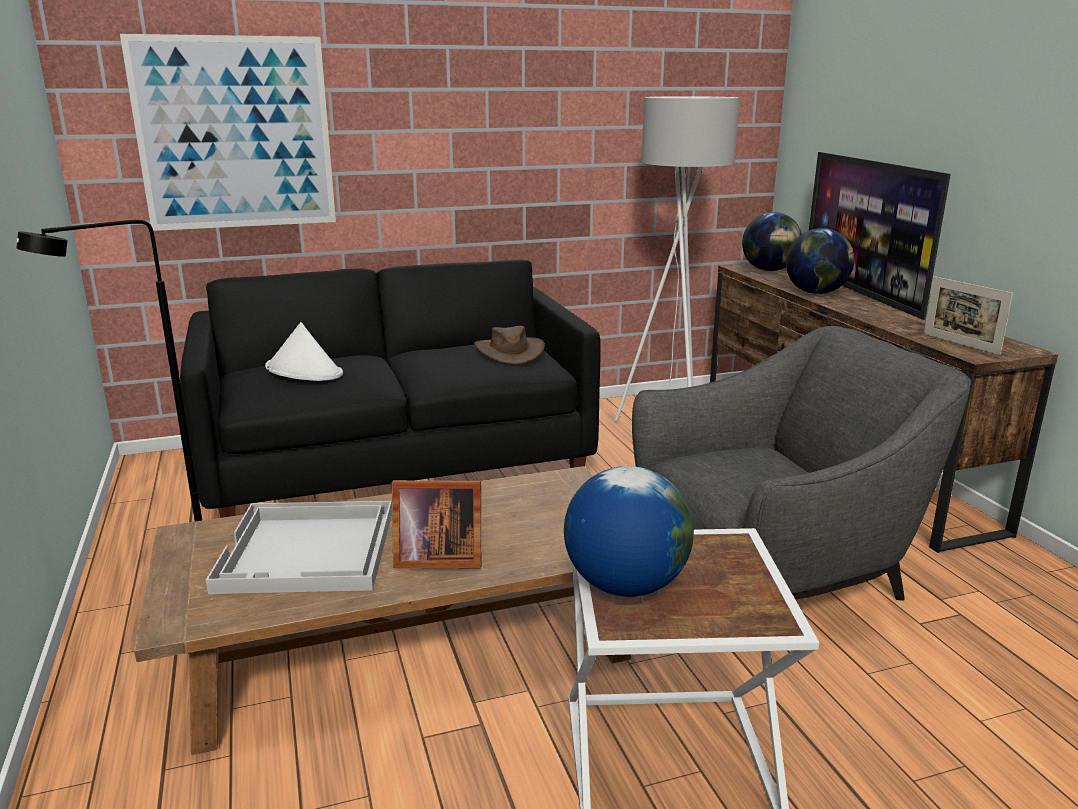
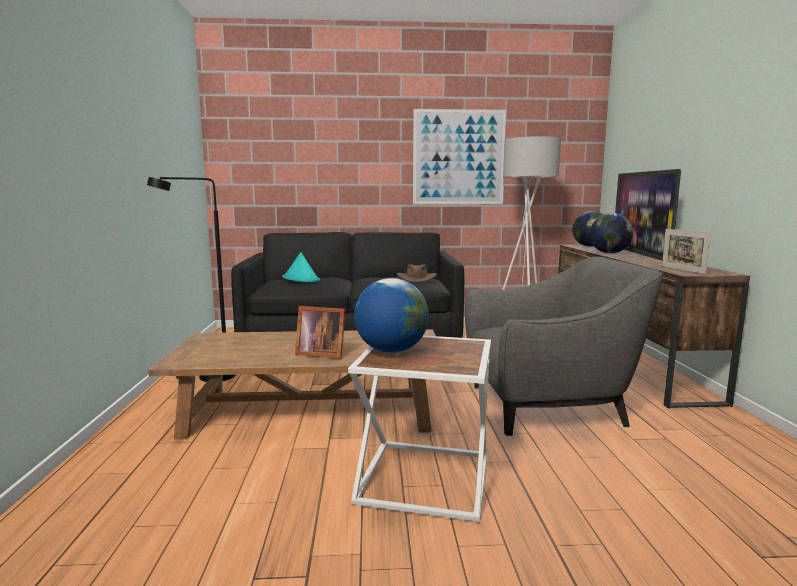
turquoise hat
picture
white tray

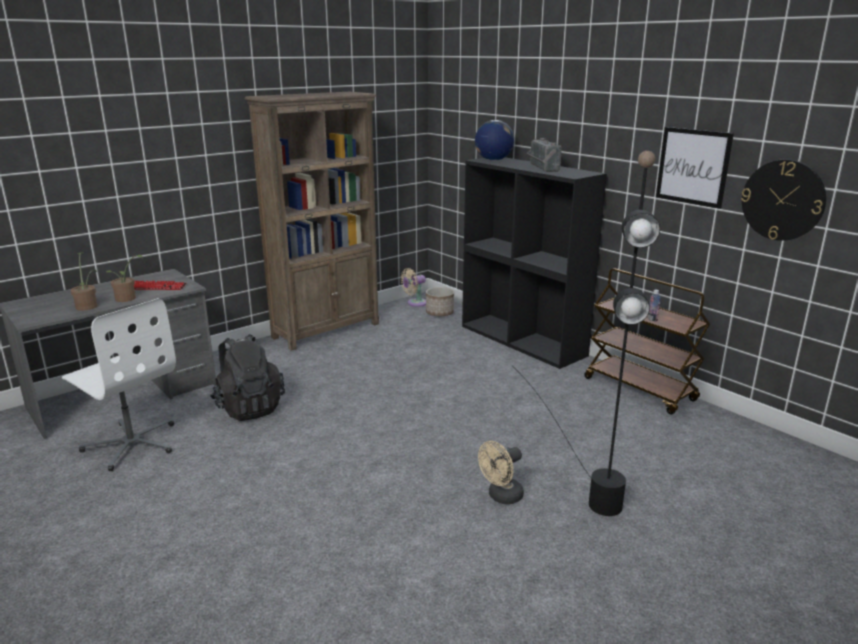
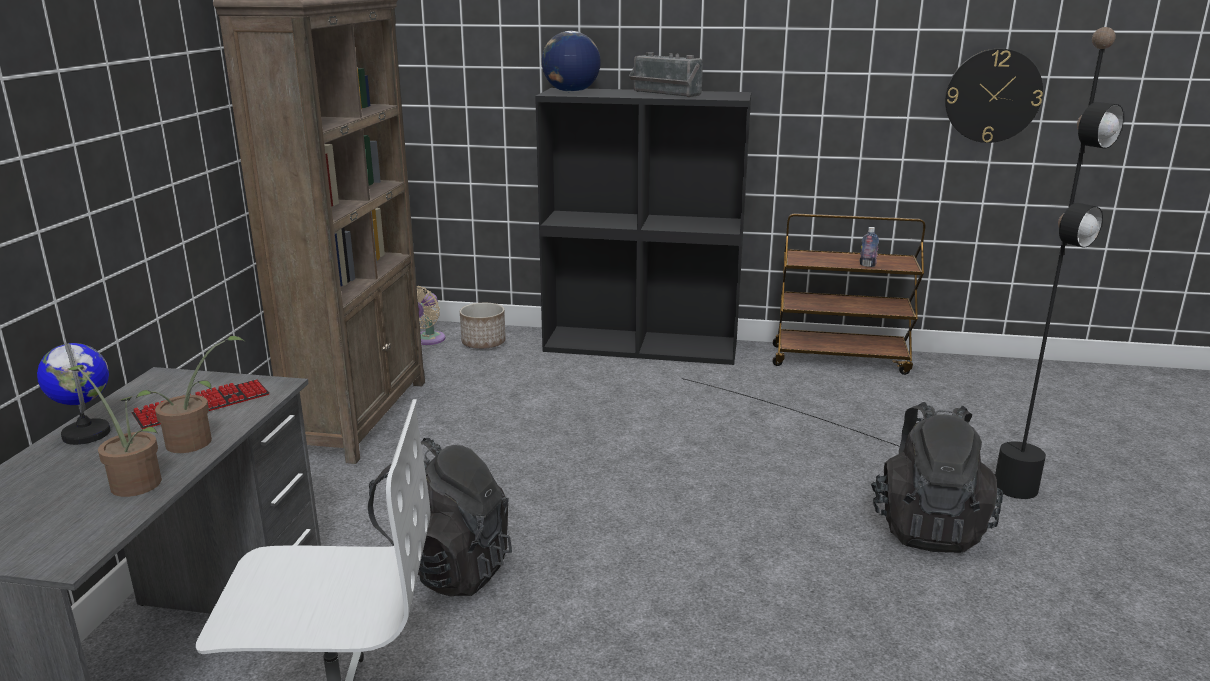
globe (1st from left)
black backpack (2nd from left)
picture

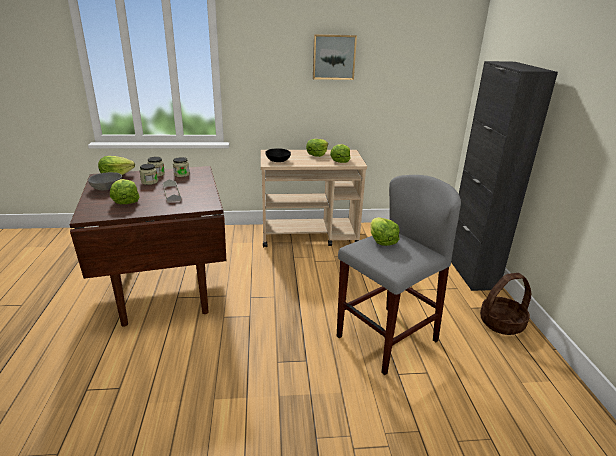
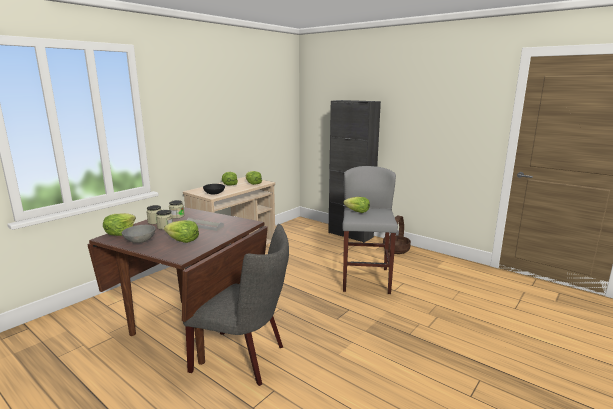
grey chair
picture

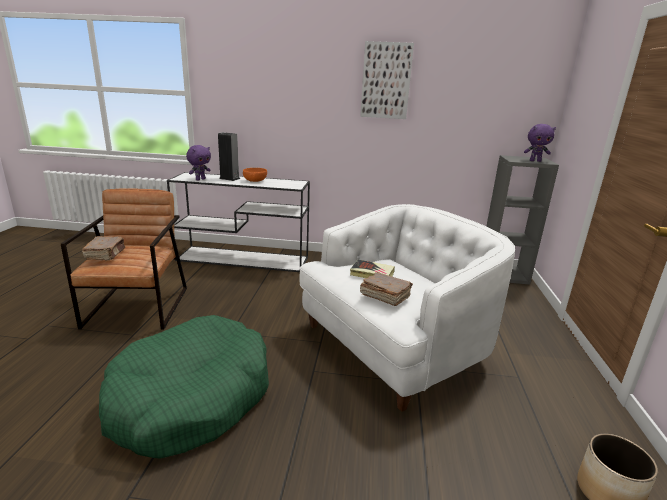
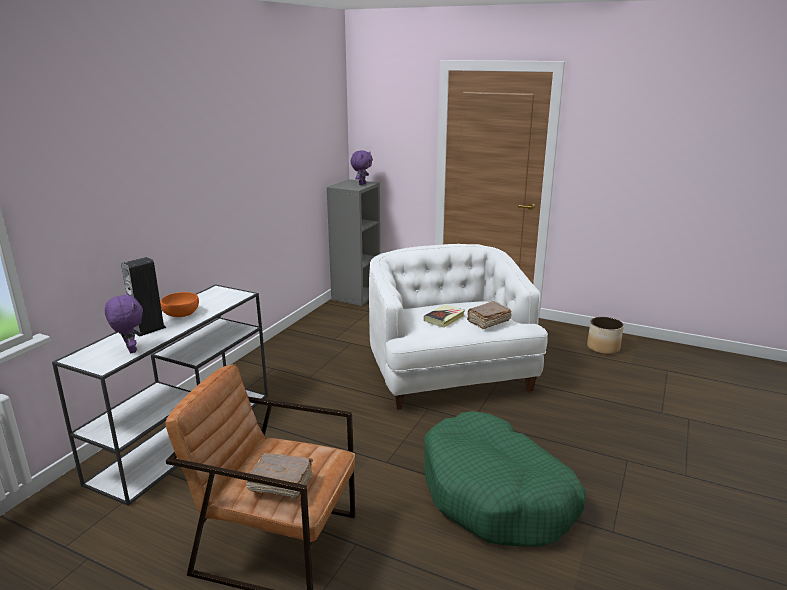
picture

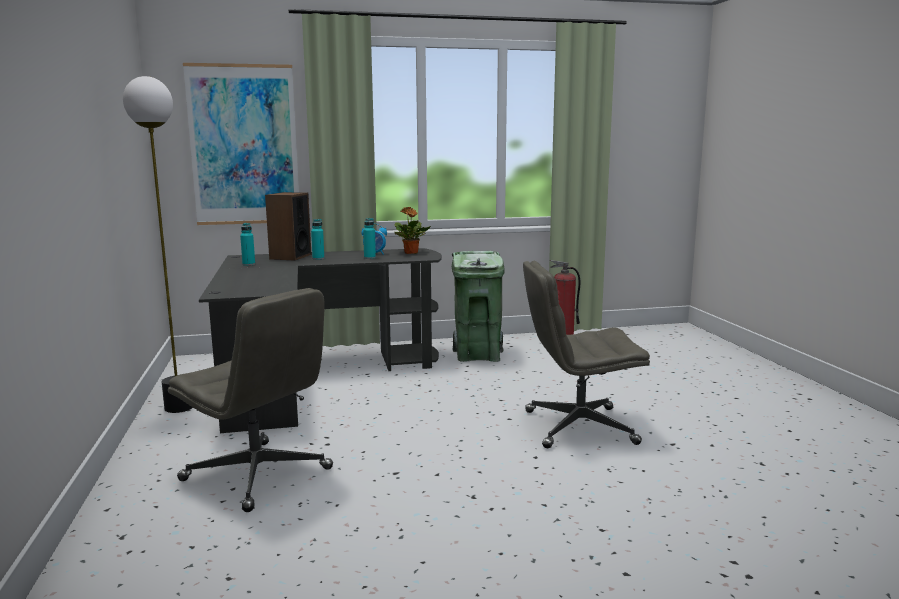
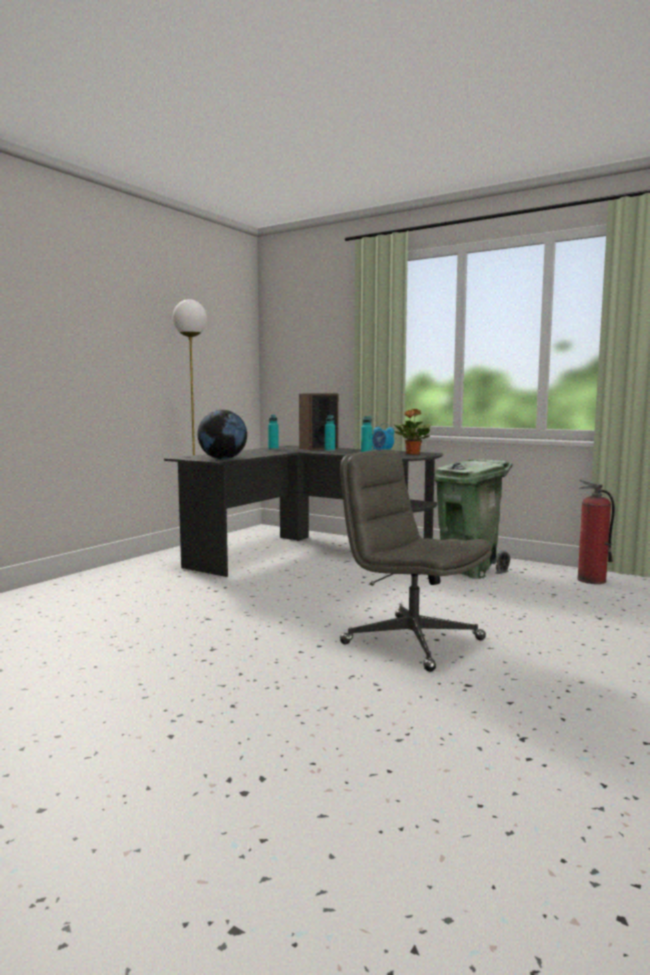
globe
grey office chair (1st from left in the first image)
picture

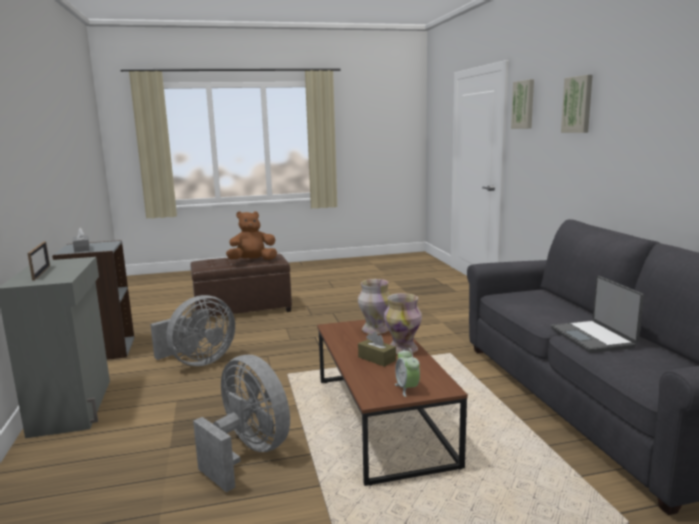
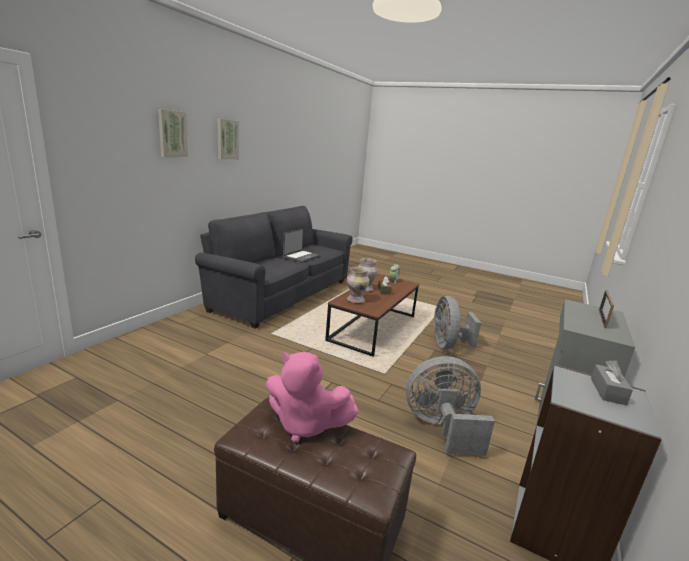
picture (2nd from left)
pink plush toy

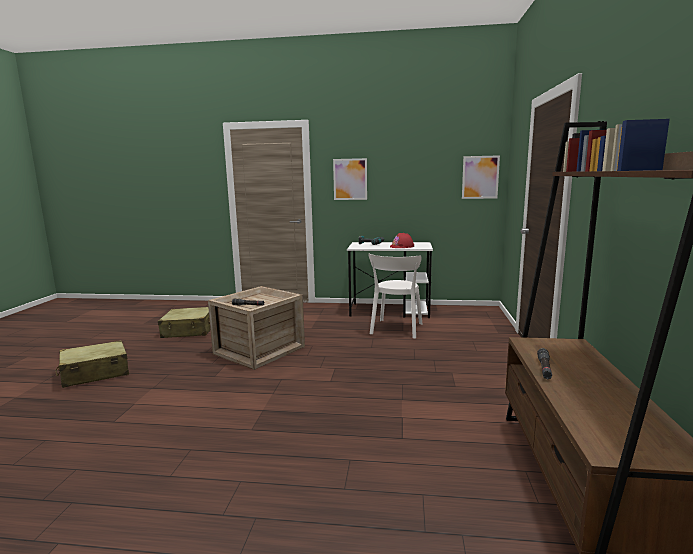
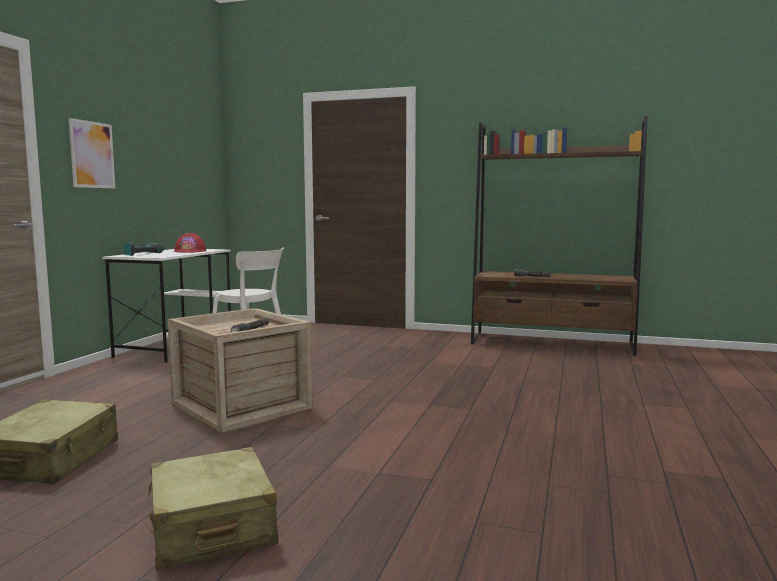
picture (2nd from left in the first image)

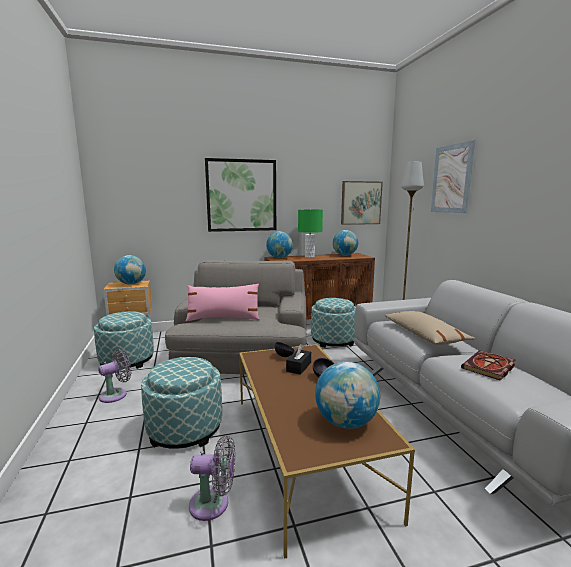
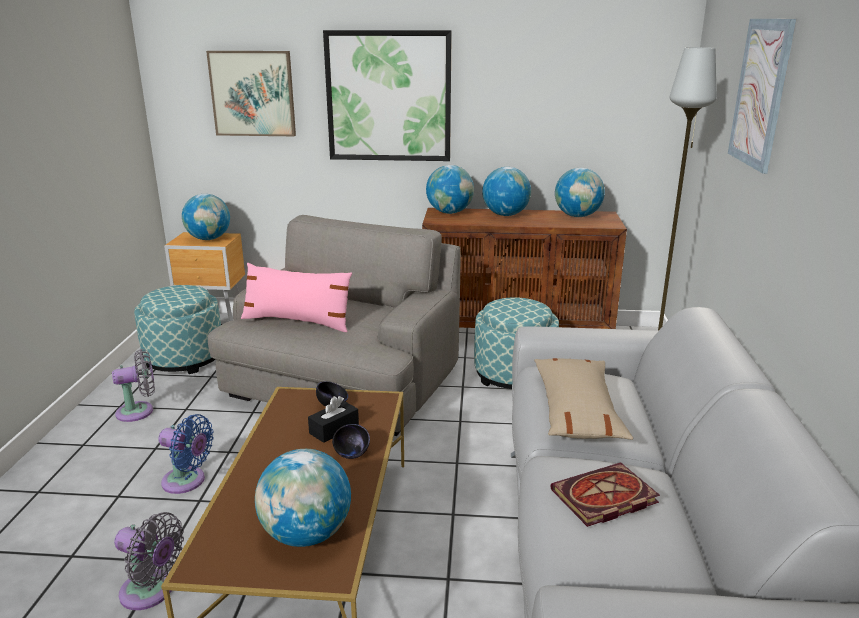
blue fan
picture (1st from left)
globe (4th from left)

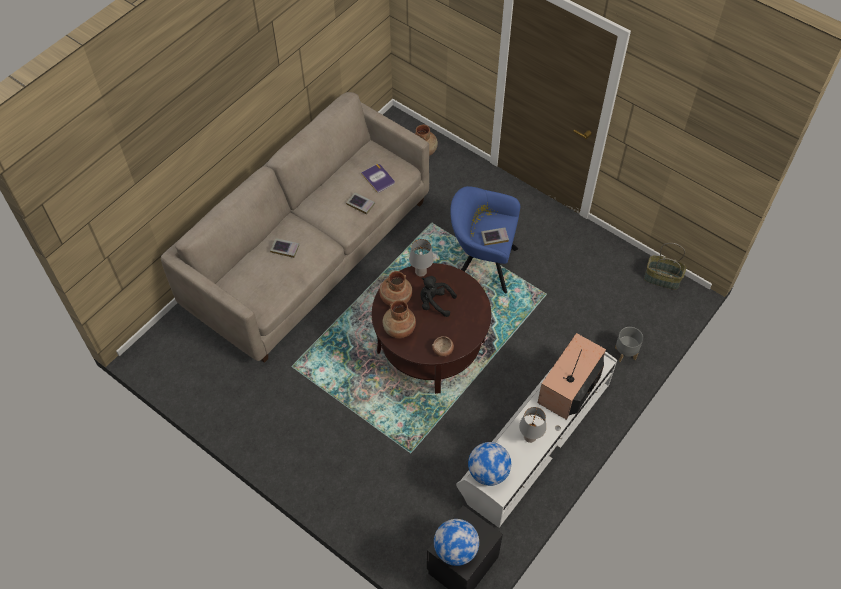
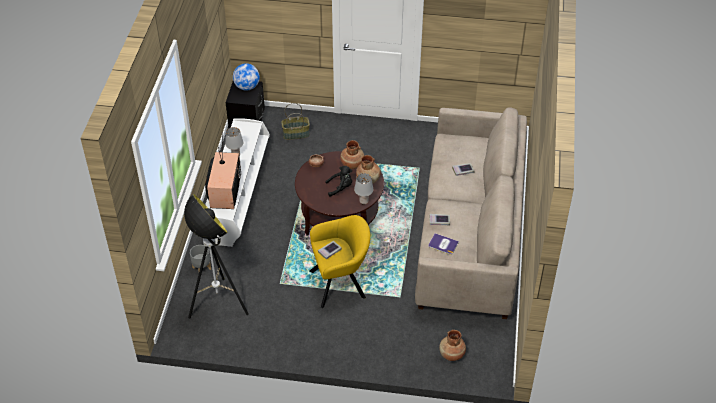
floor lamp
basket
yellow armchair
globe (2nd from left in the first image)

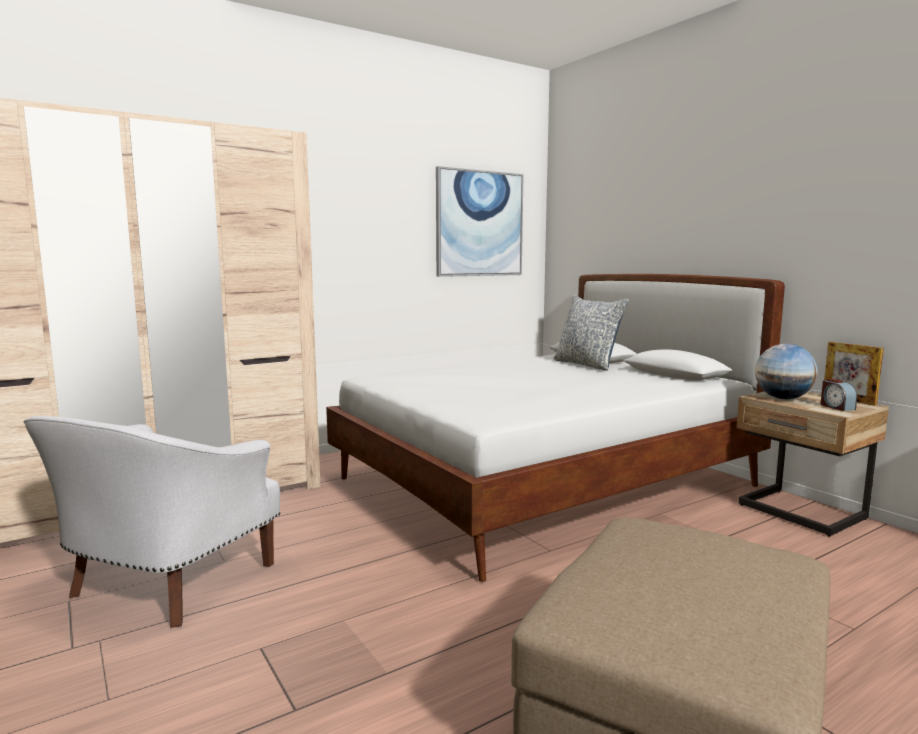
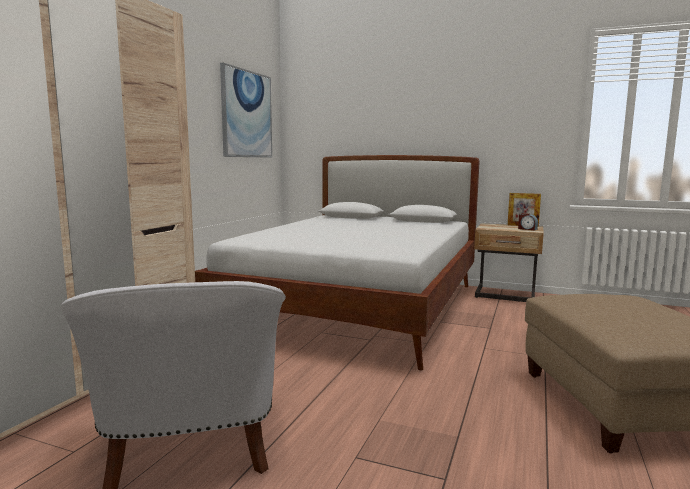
pillow
globe

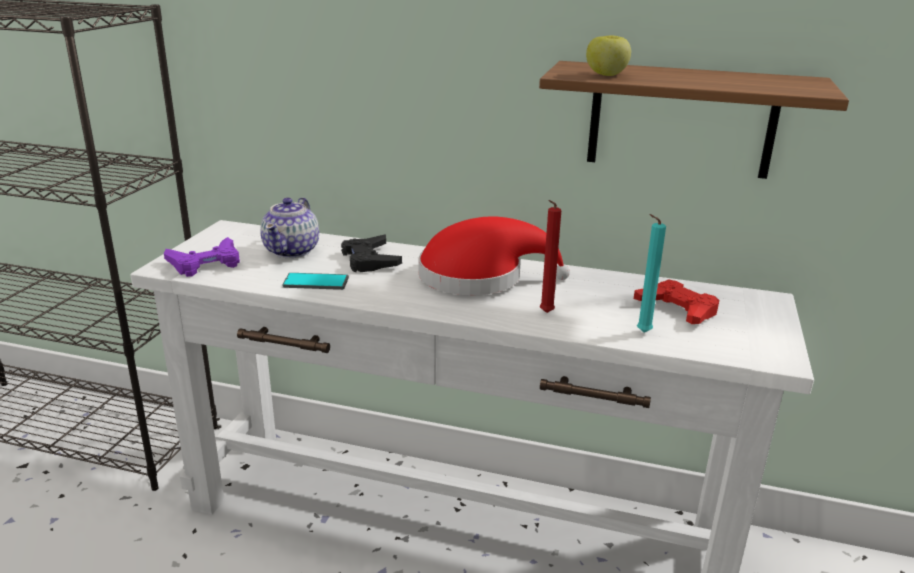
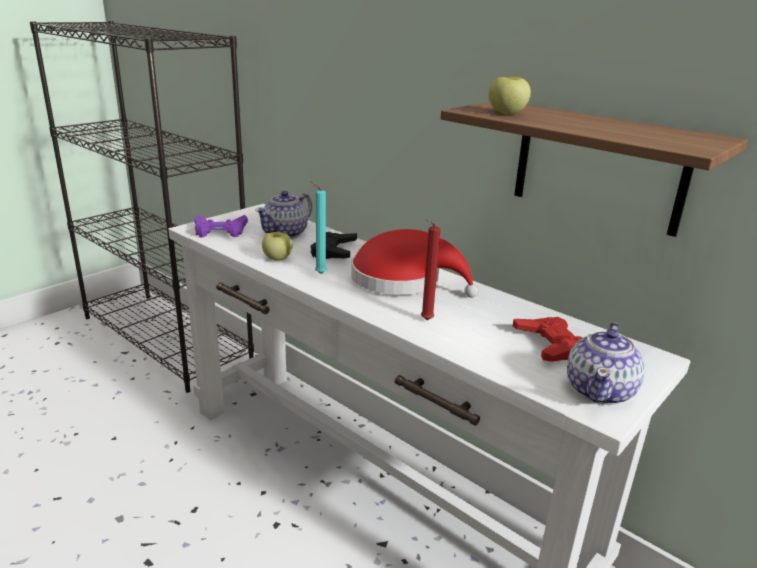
apple (1st from left)
turquoise candle
teapot (2nd from left)

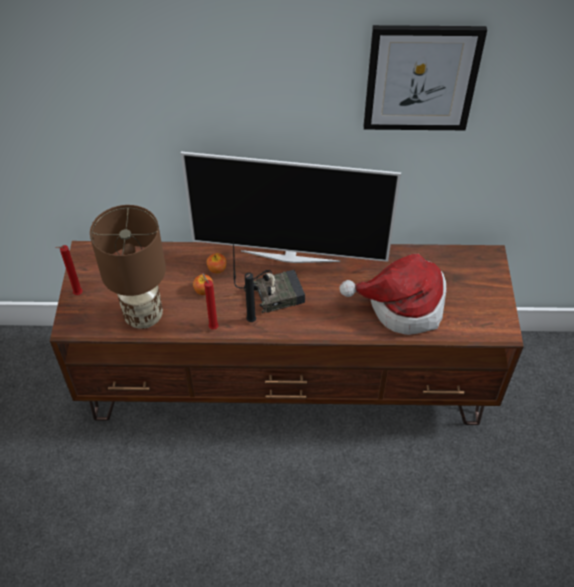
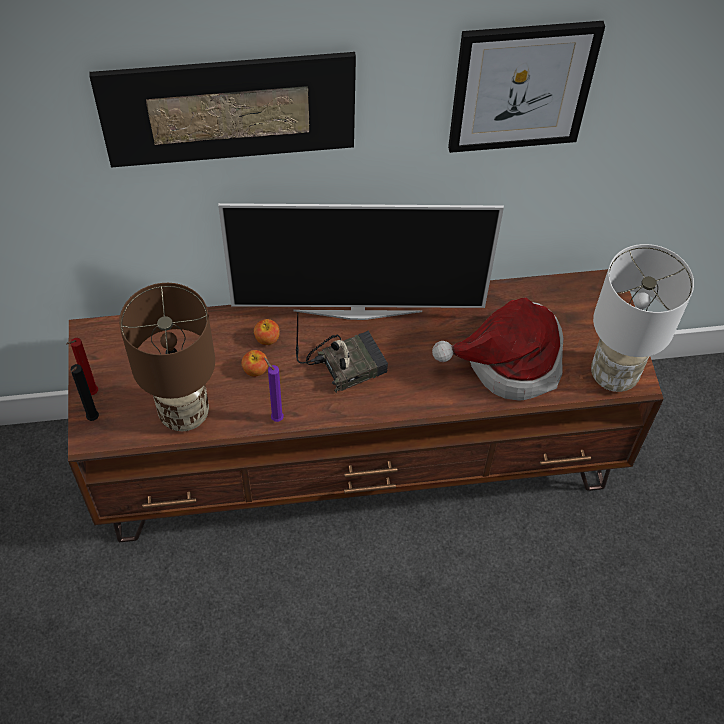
black candle
picture (1st from left)
purple candle
white table lamp

